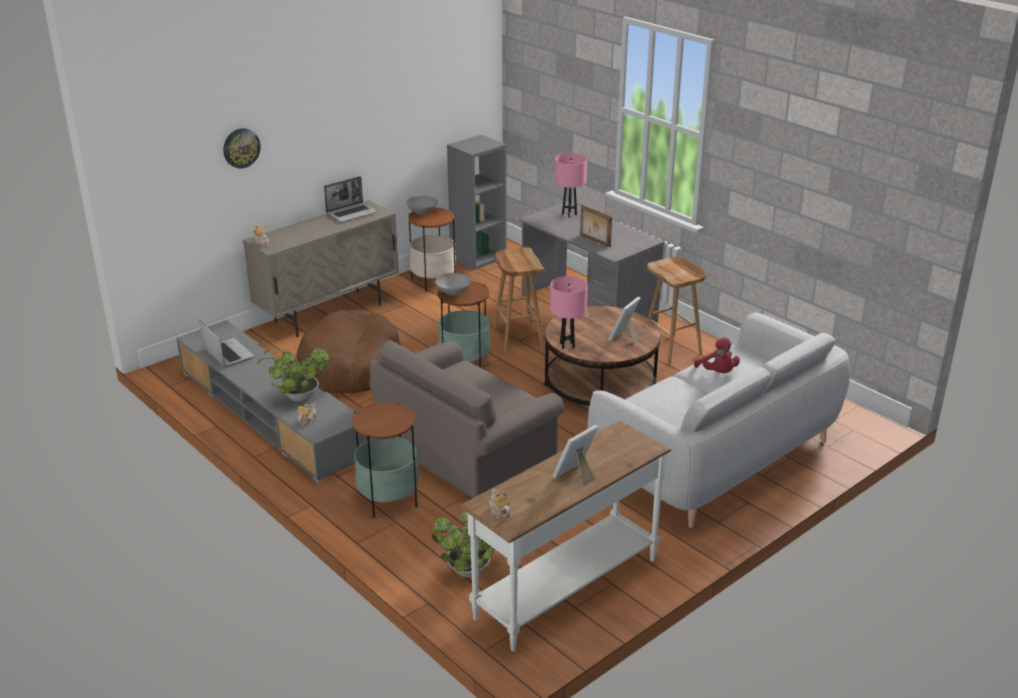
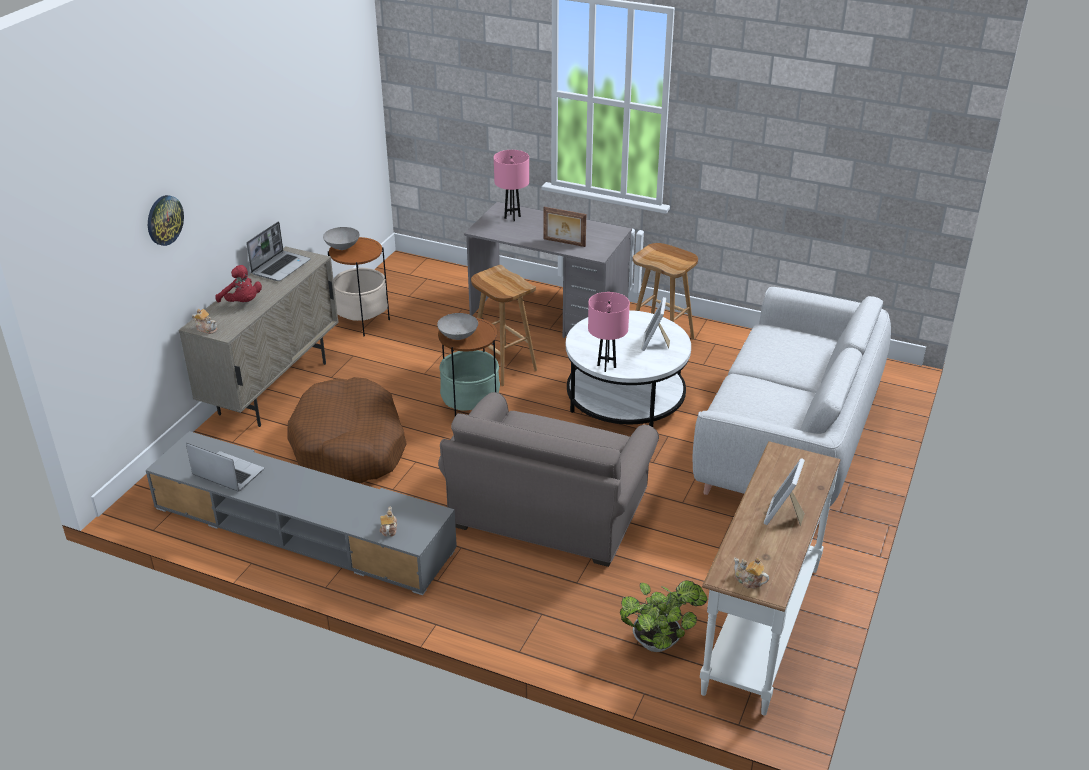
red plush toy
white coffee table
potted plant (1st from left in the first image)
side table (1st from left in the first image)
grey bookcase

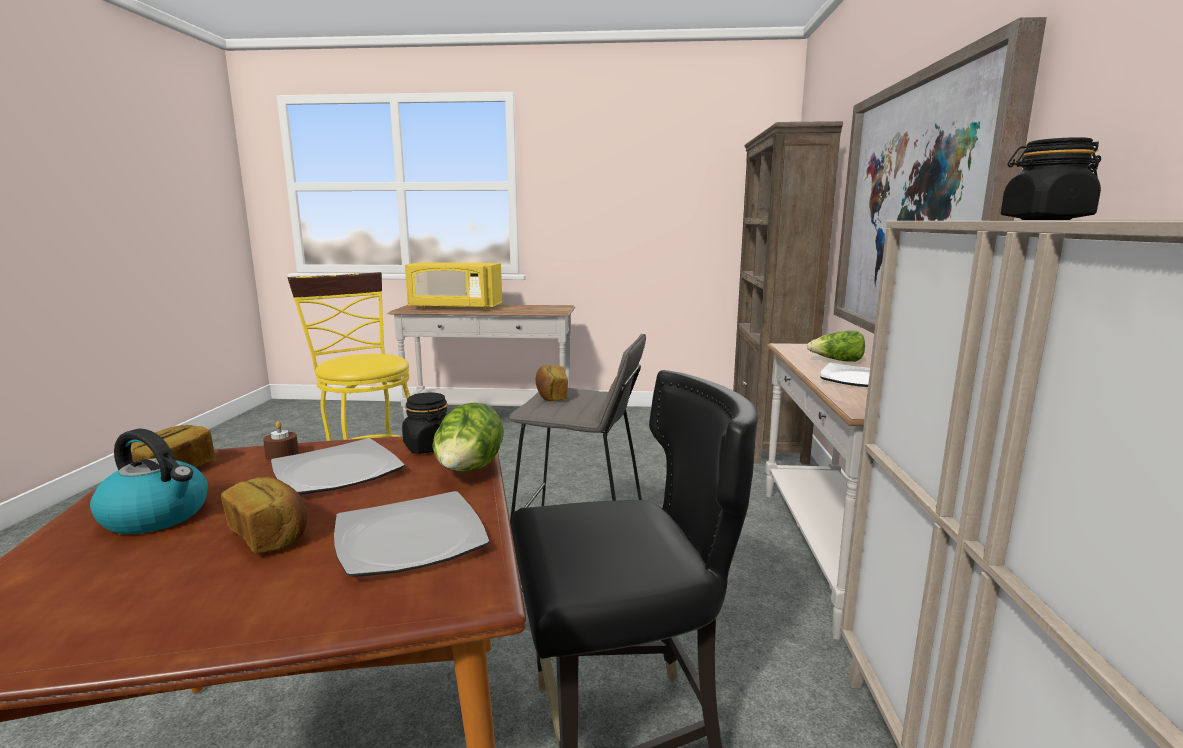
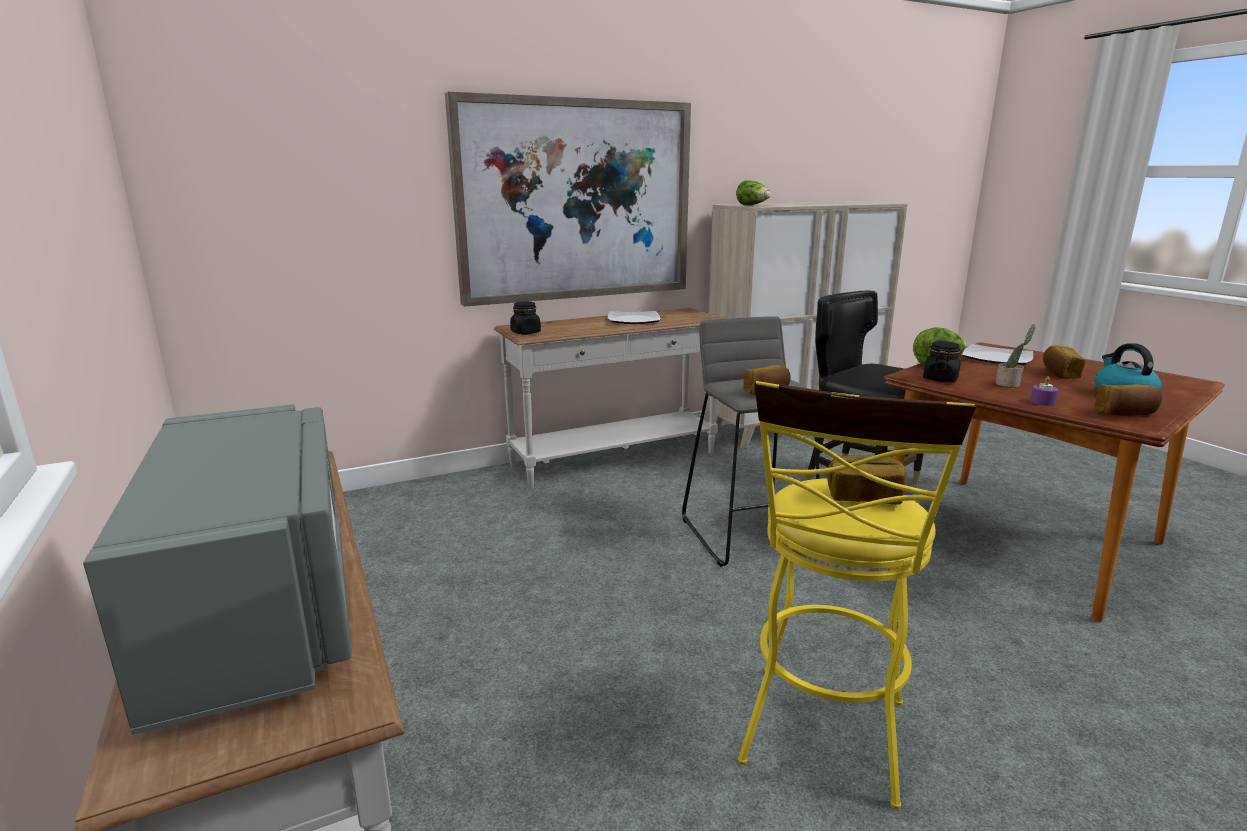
grey microwave
black jar (1st from left)
lettuce (1st from left)
bread (2nd from left)
potted plant
purple candle
brown bookcase

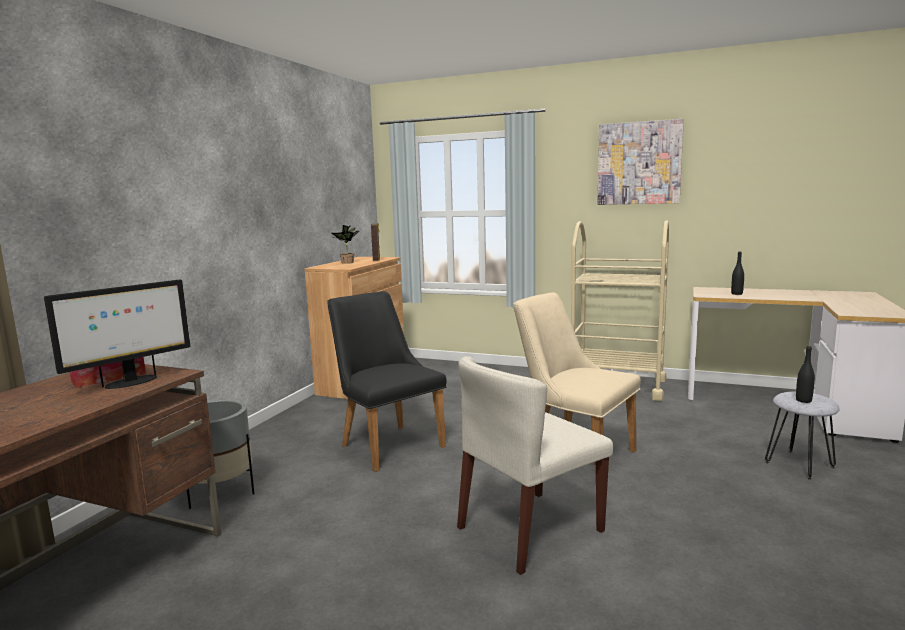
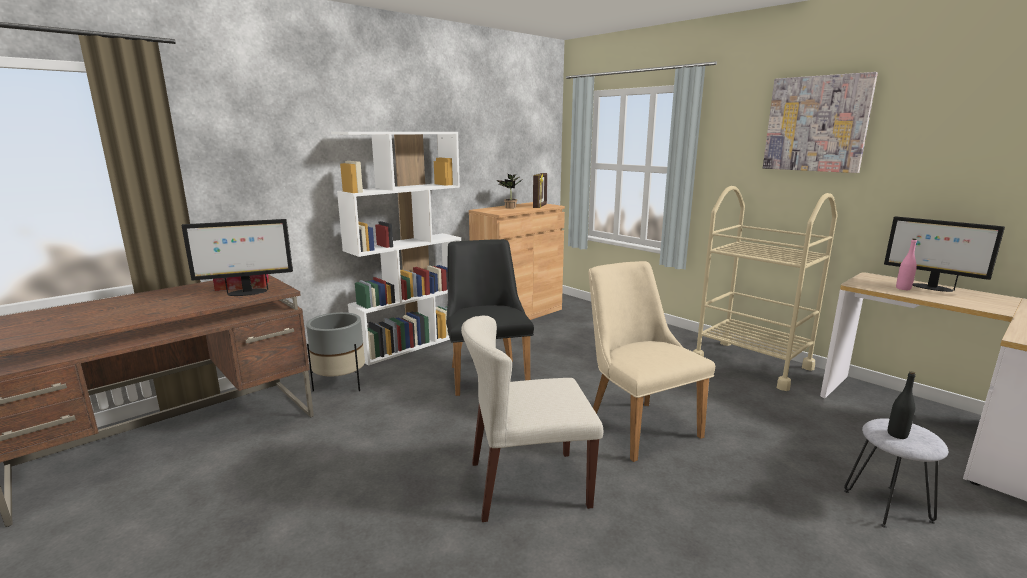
white bookcase
monitor (2nd from left)
pink bottle

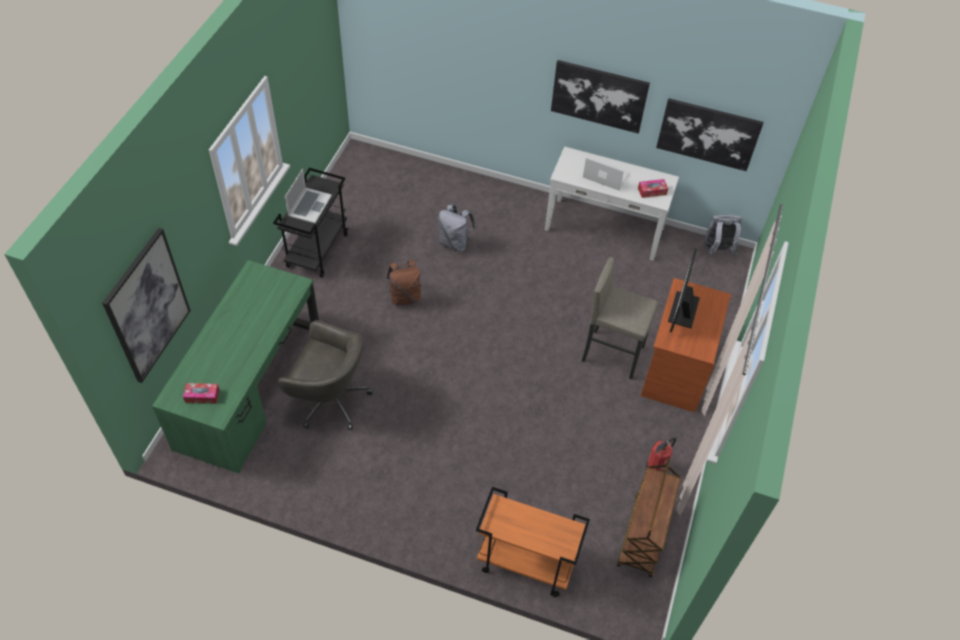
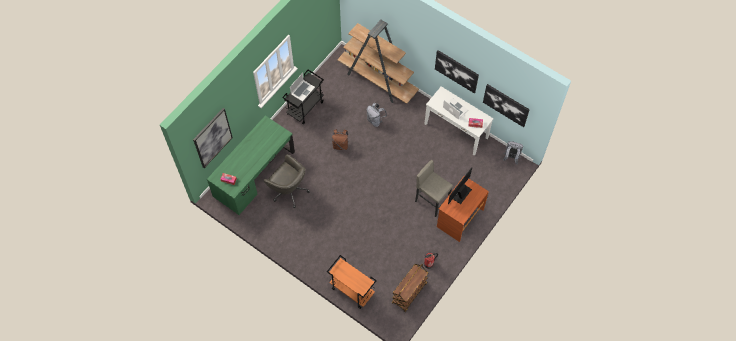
brown bookcase

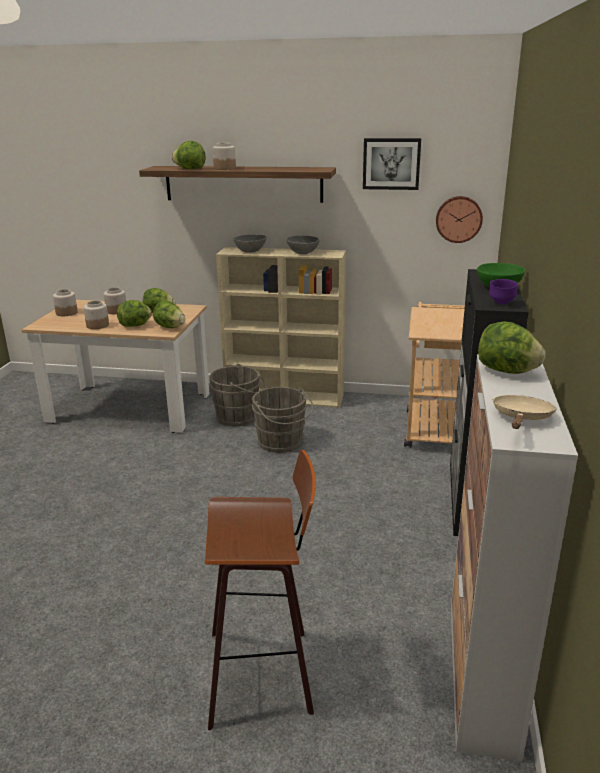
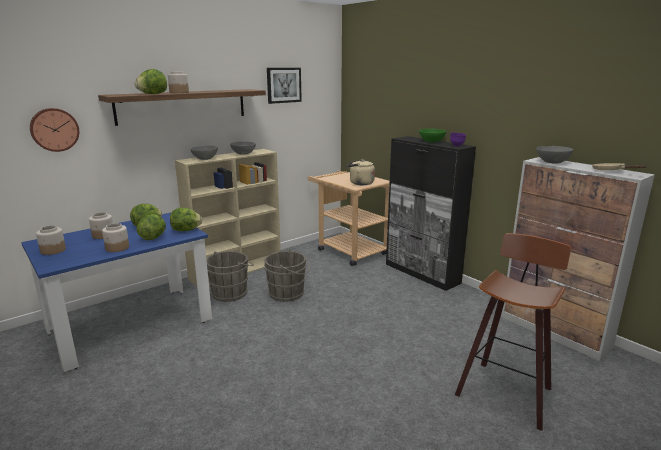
blue dining table
wall clock
beige kettle
grey bowl (3rd from left)

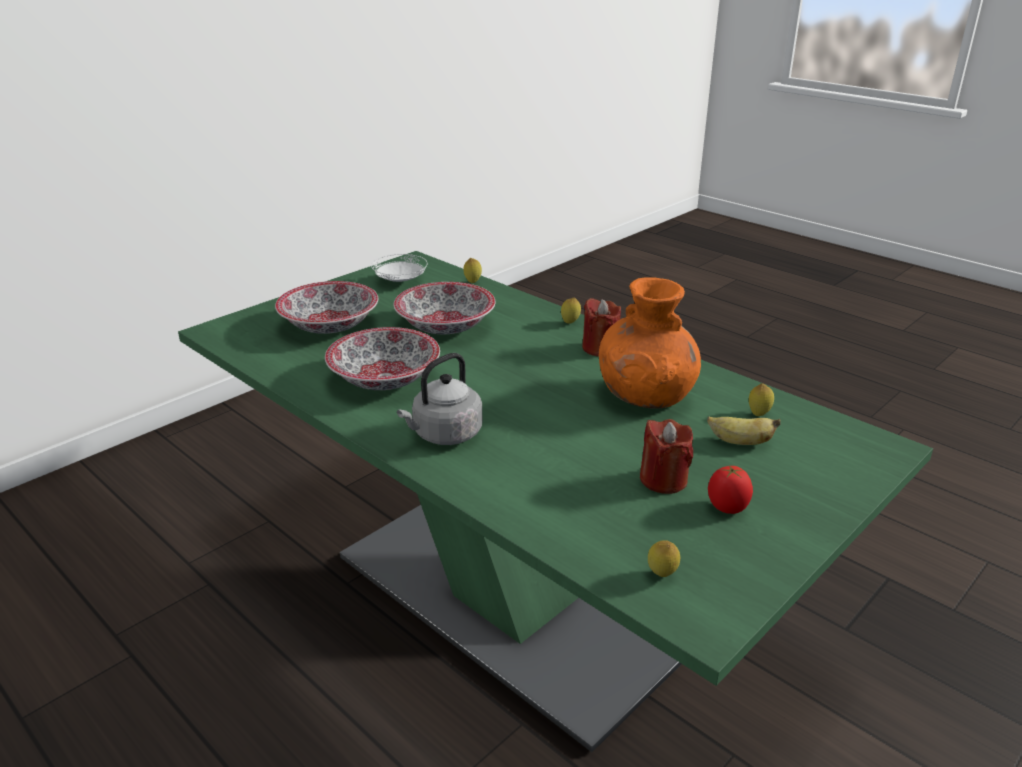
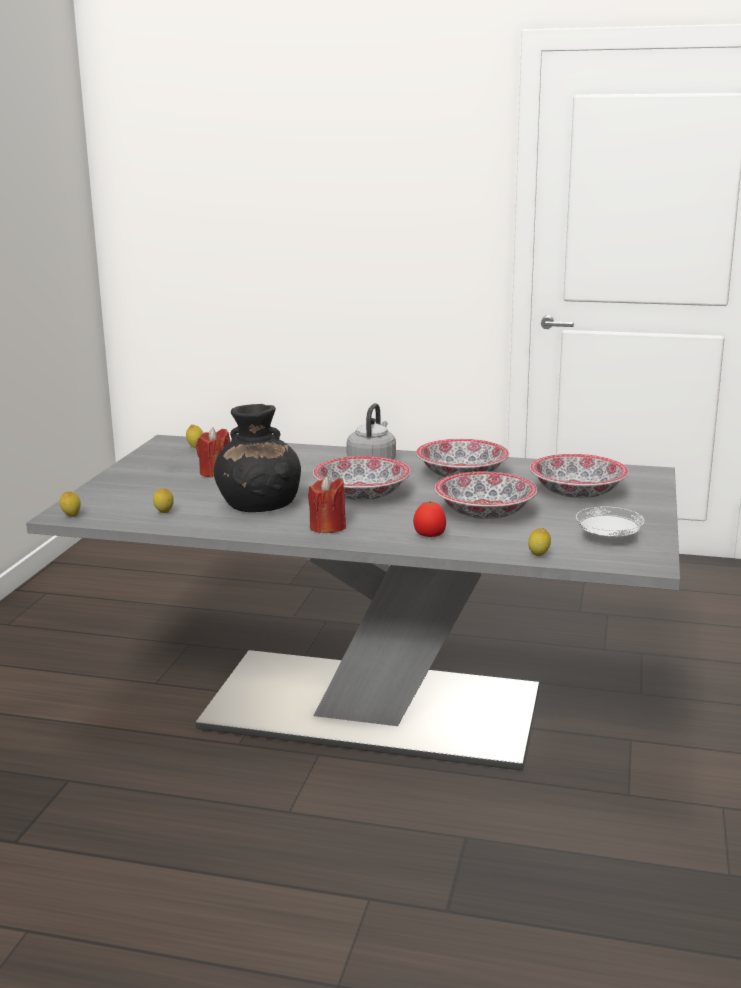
grey dining table
lemon (1st from left)
black vase
bowl (1st from left)
tomato
banana

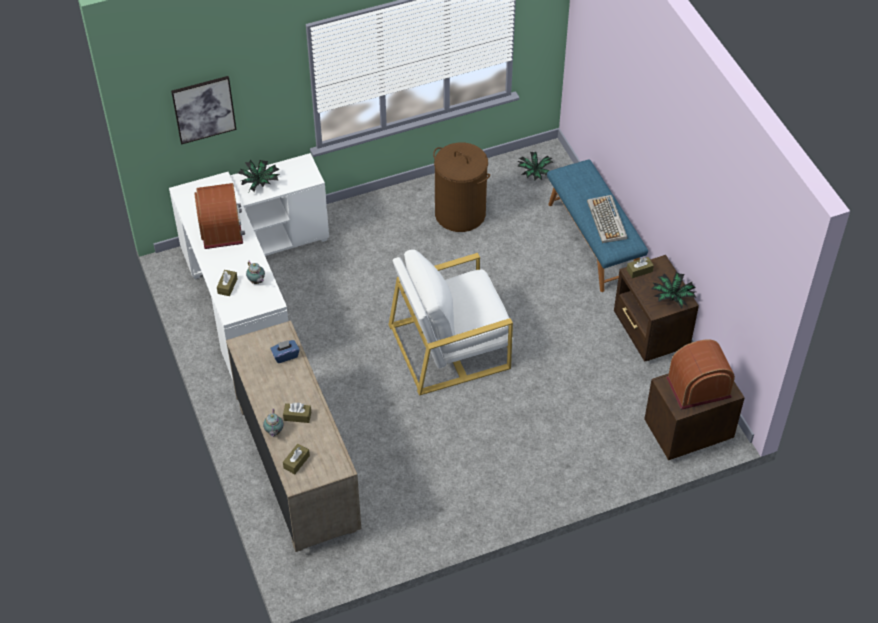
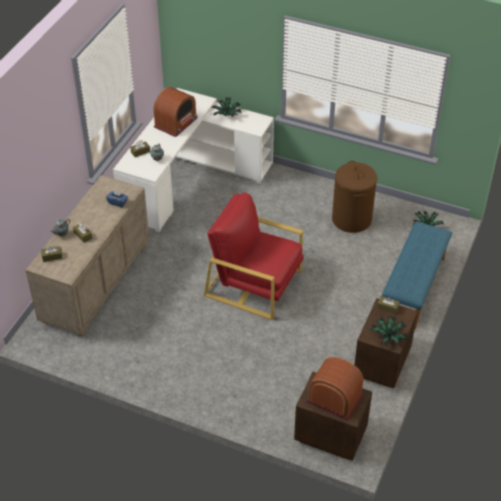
red armchair
picture
keyboard

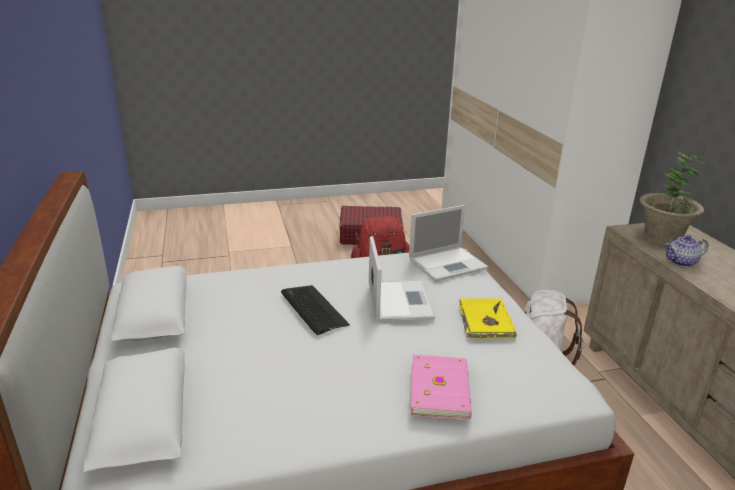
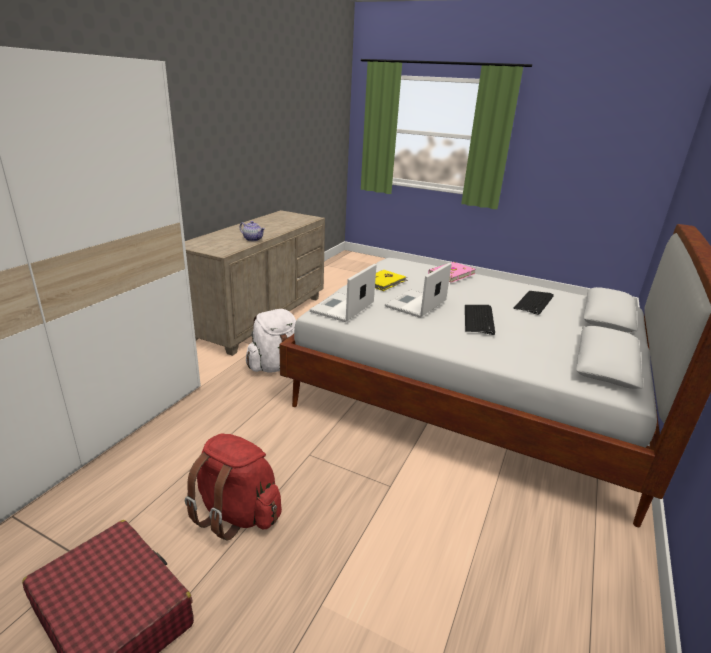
laptop (1st from left)
keyboard (2nd from left)
potted plant

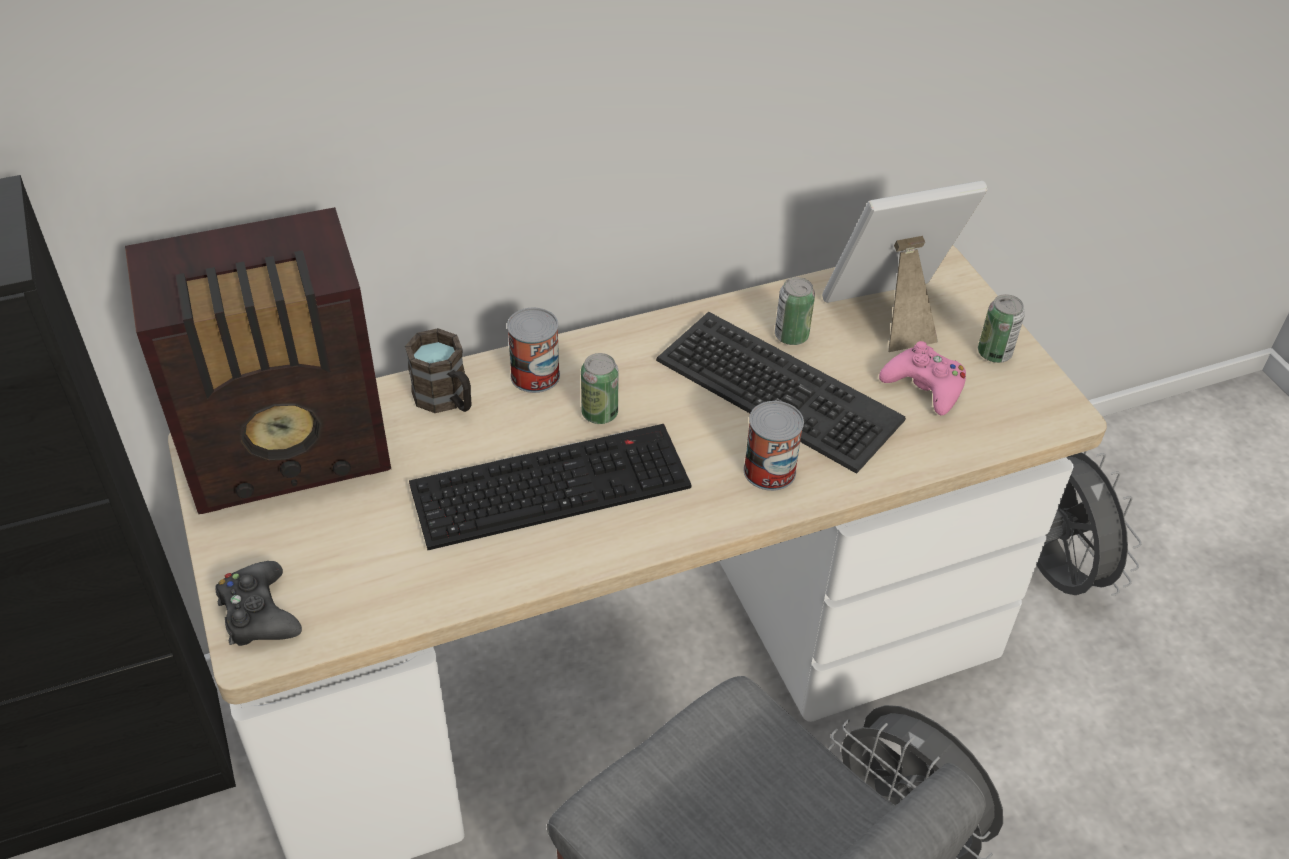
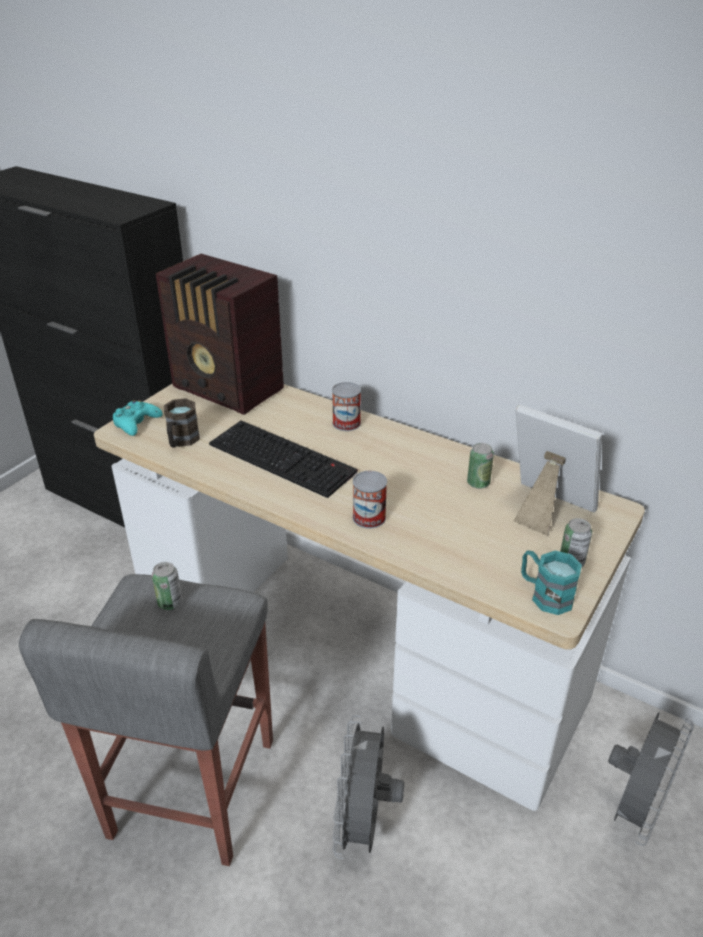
turquoise game controller
can (1st from left)
brown mug
turquoise mug
keyboard (2nd from left in the first image)
pink game controller

